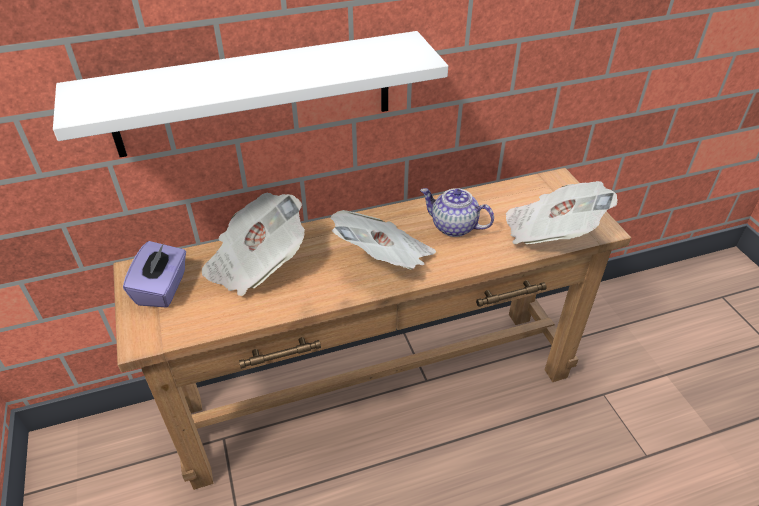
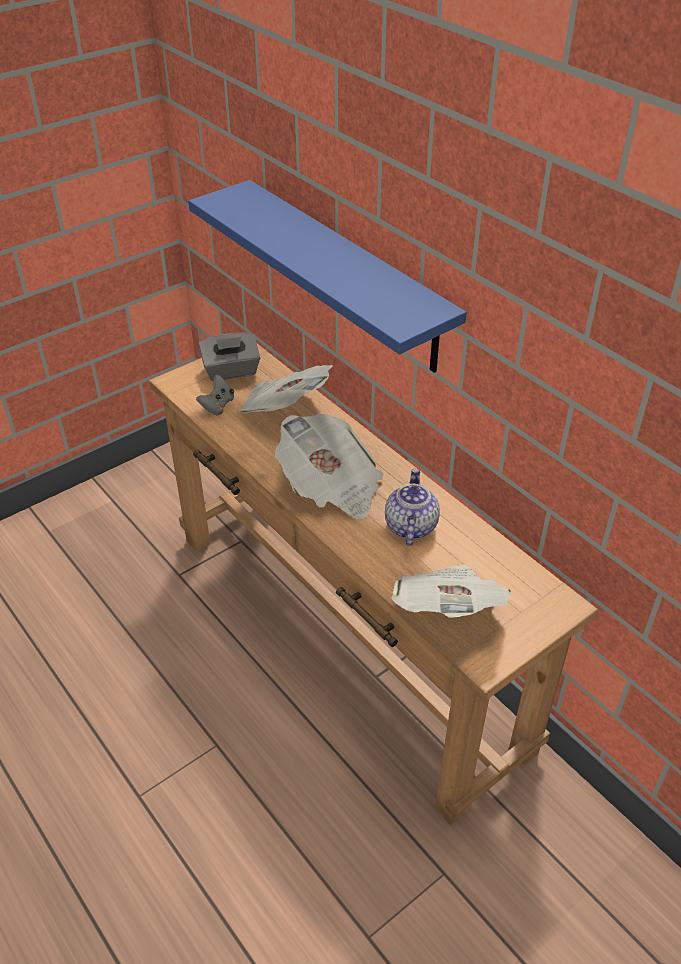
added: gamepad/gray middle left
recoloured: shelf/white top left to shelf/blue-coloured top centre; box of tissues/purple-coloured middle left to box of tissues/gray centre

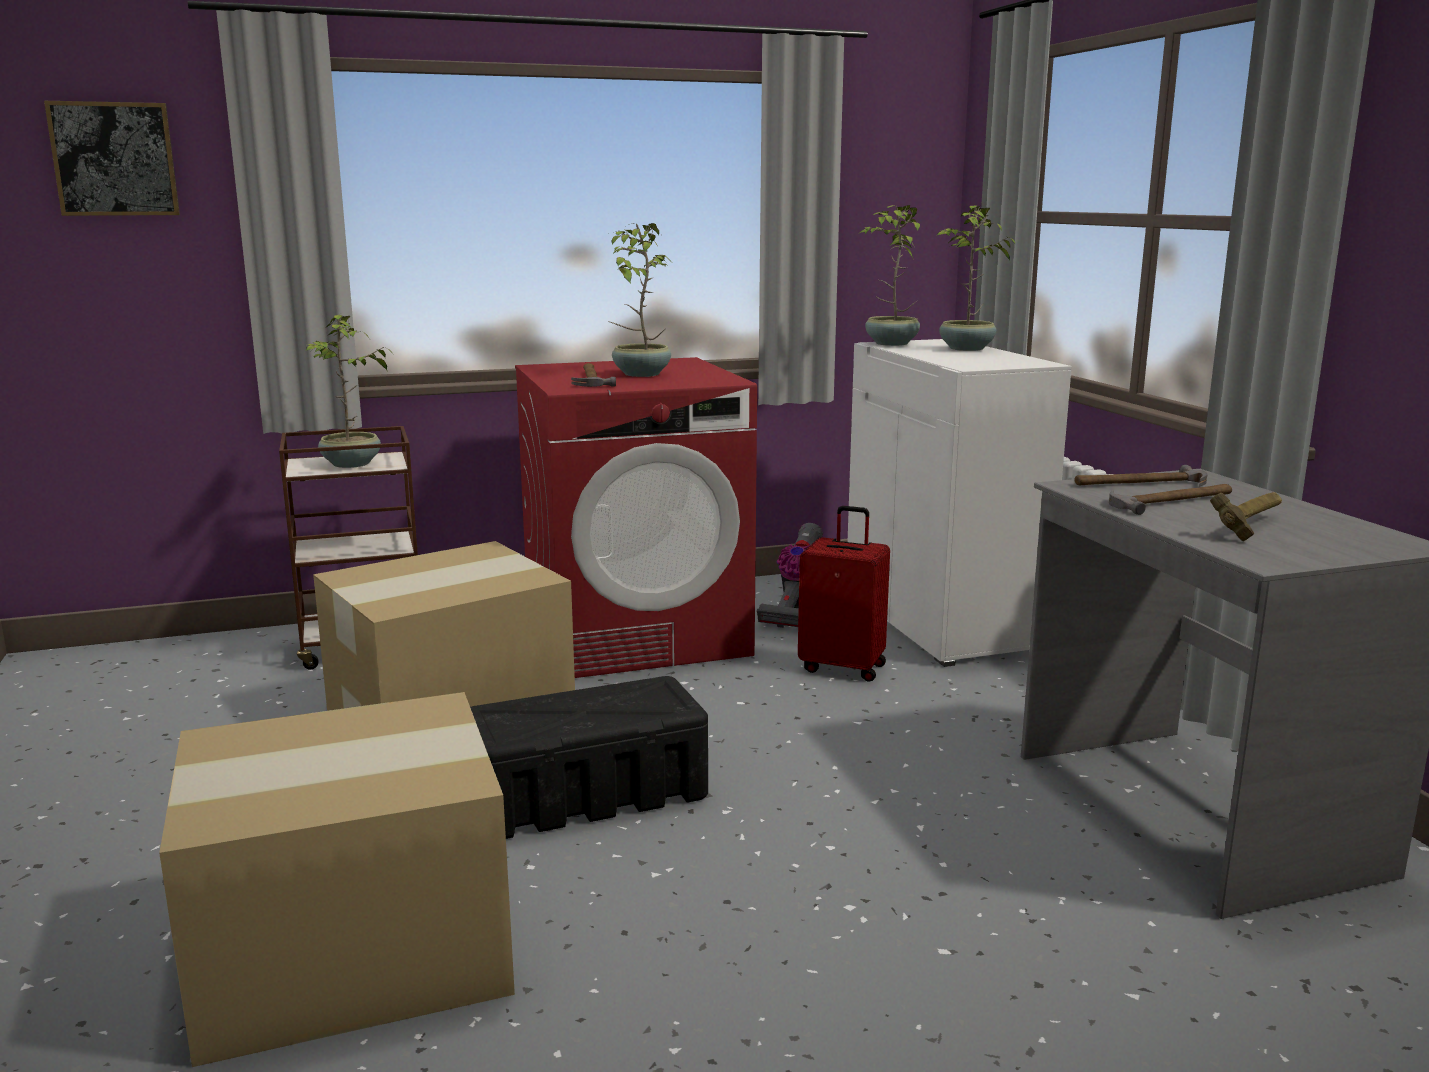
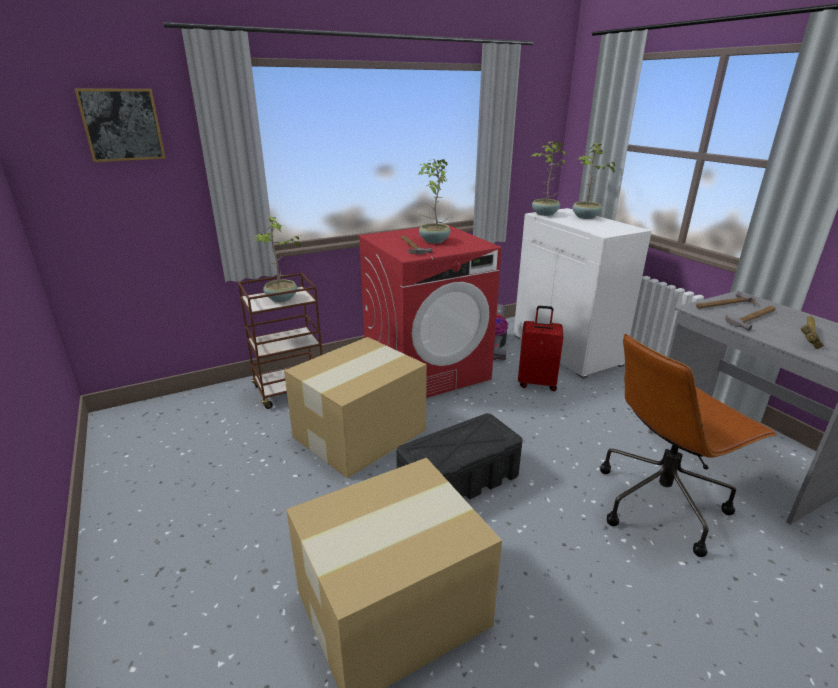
added: office chair/brown middle right

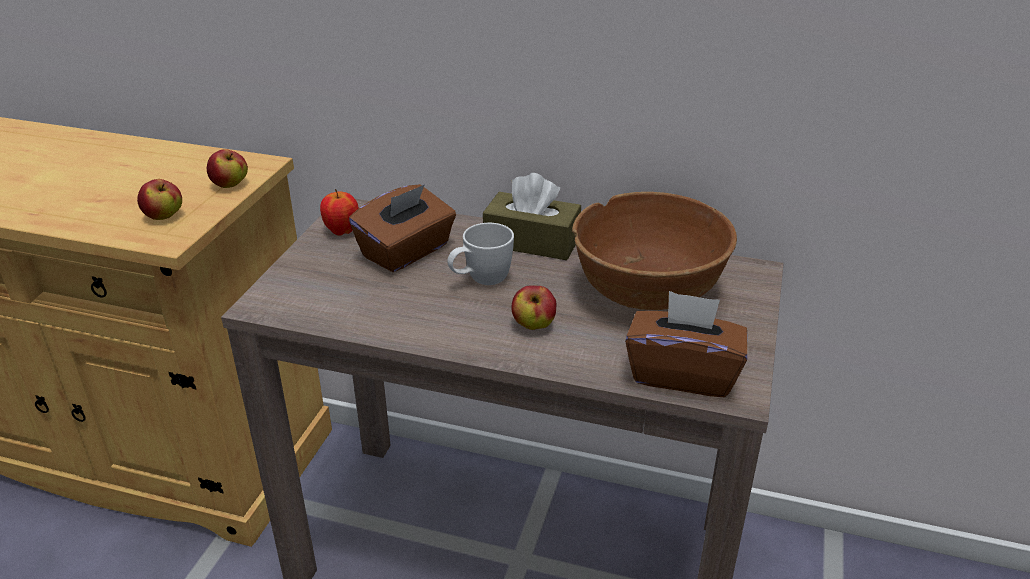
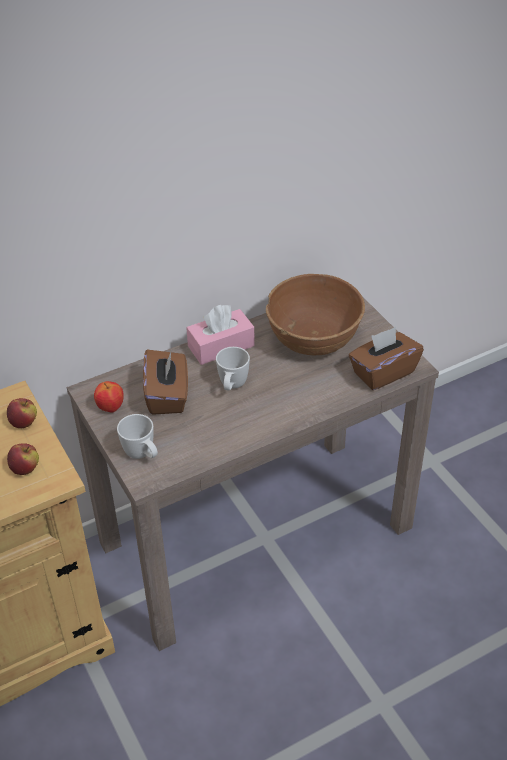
removed: whole apple (4th from left) centre
added: tea mug/white (1st from left) middle left
recoloured: box of tissues/brown (2nd from left) centre to box of tissues/pink centre

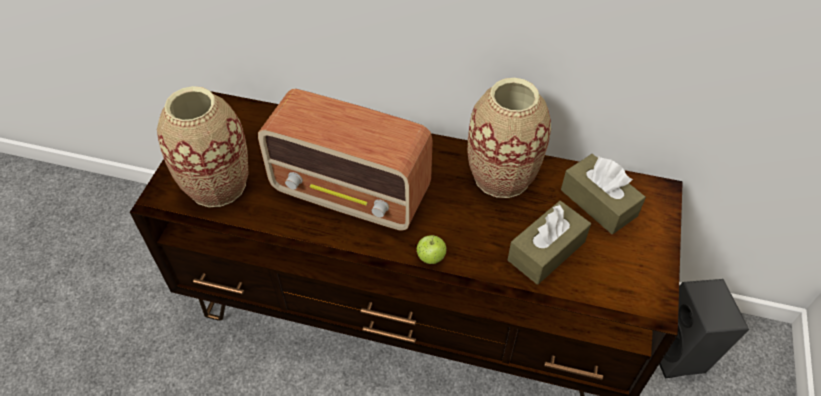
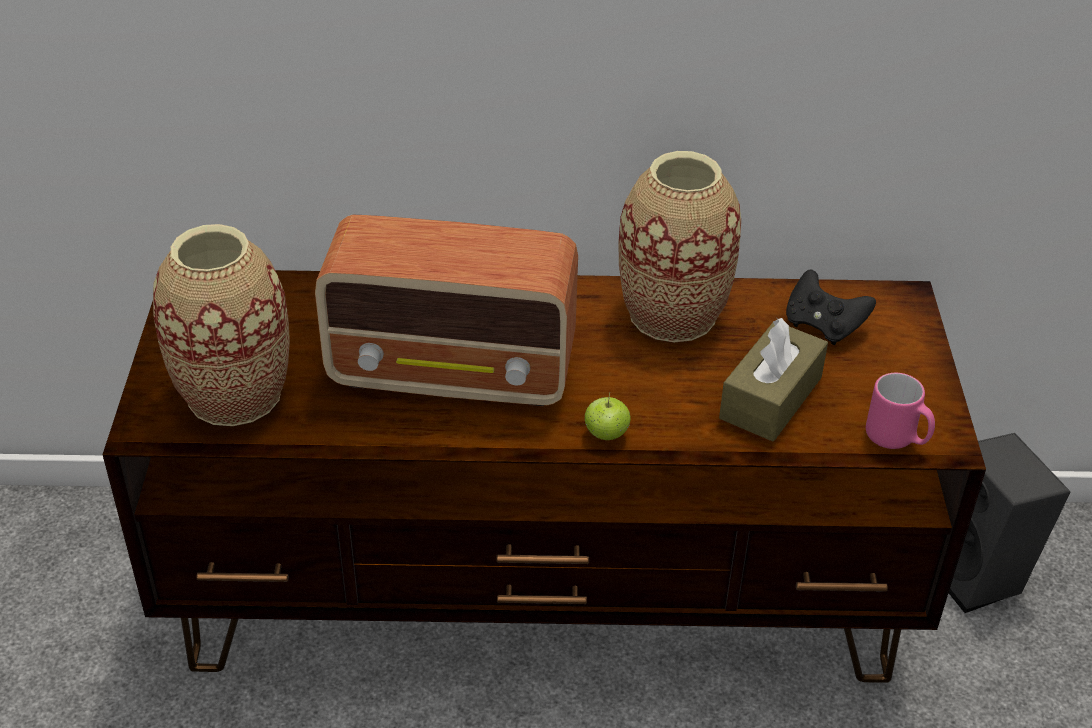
added: tea mug/pink middle right
replaced: box of tissues/brown (2nd from left) middle right to gamepad/black middle right

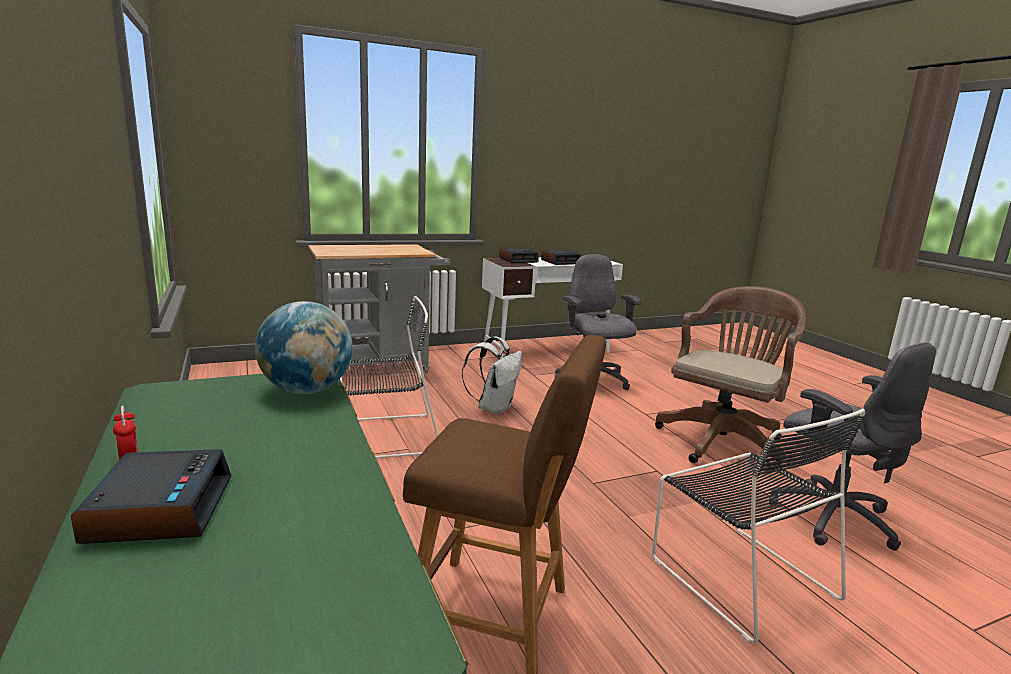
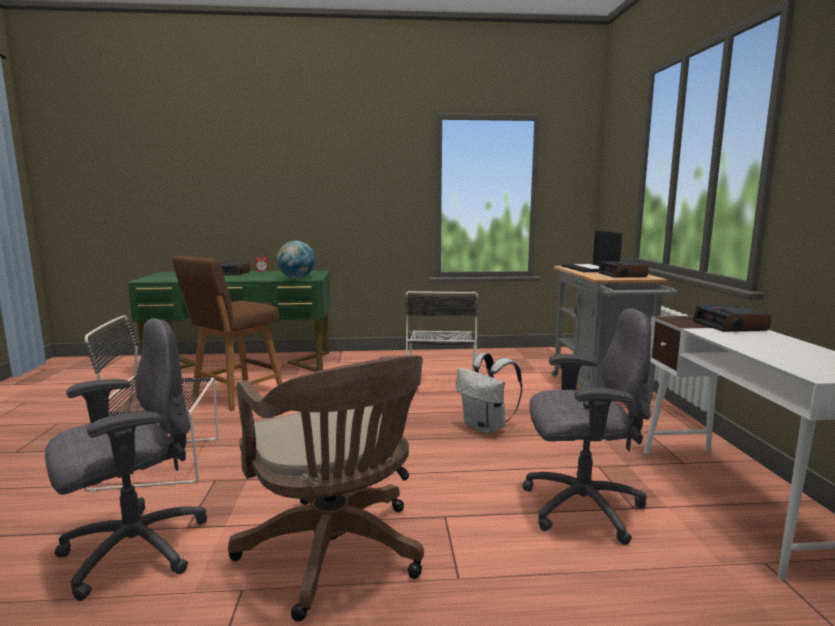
added: portable computer middle right
moved: alarm clock (4th from left in the first image) centre to alarm clock (3rd from left) middle right
turned: office chair/gray (2nd from left in the first image) middle right = bottom left 150 degrees clockwise

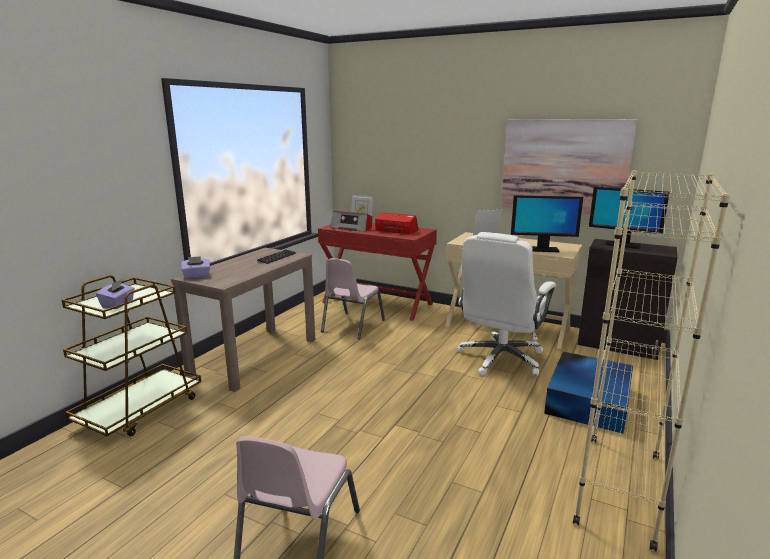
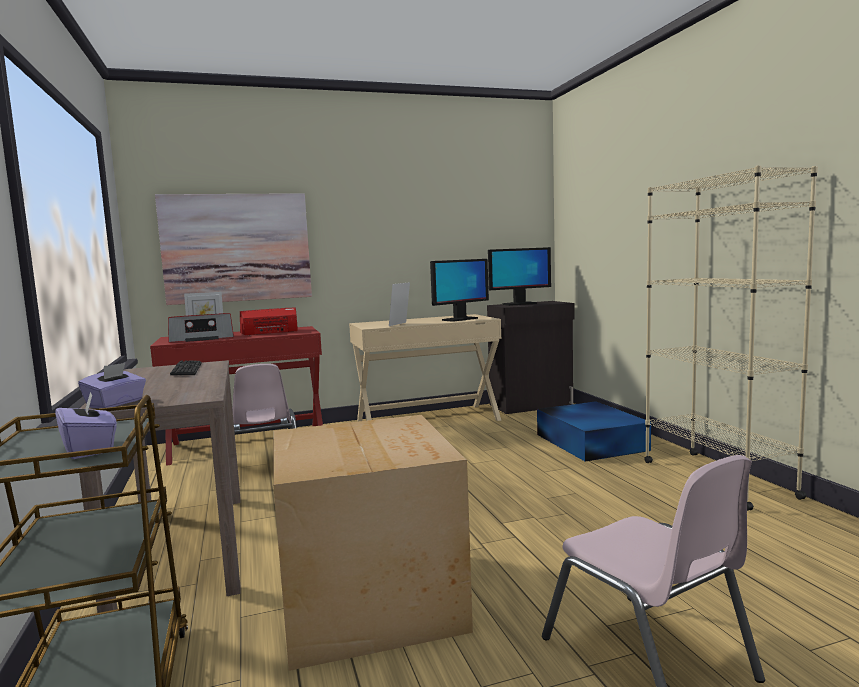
removed: office chair/white centre
added: packing box bottom centre
moved: picture top right to middle left

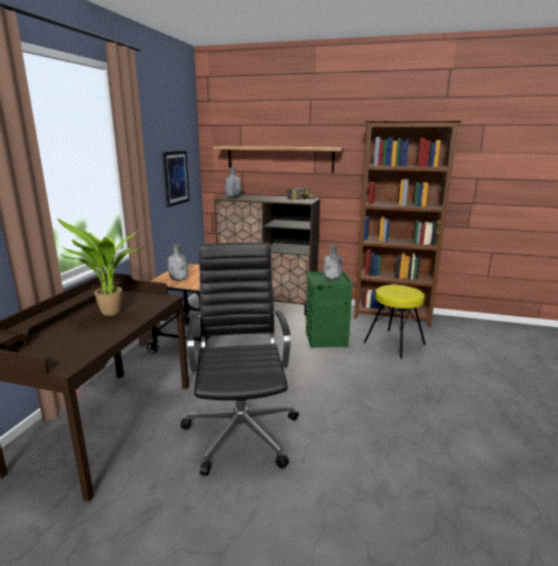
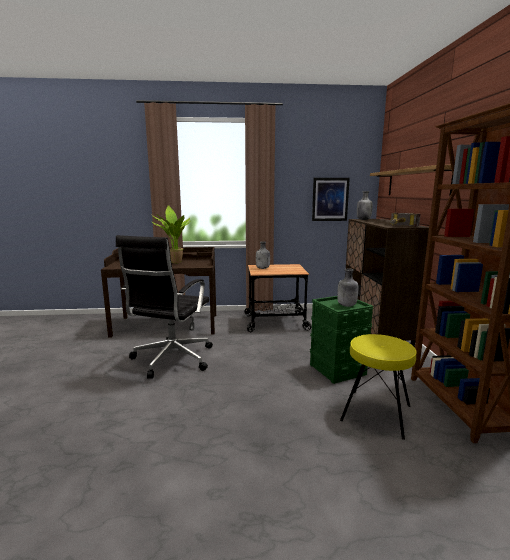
turned: office chair/black centre = middle left 135 degrees clockwise

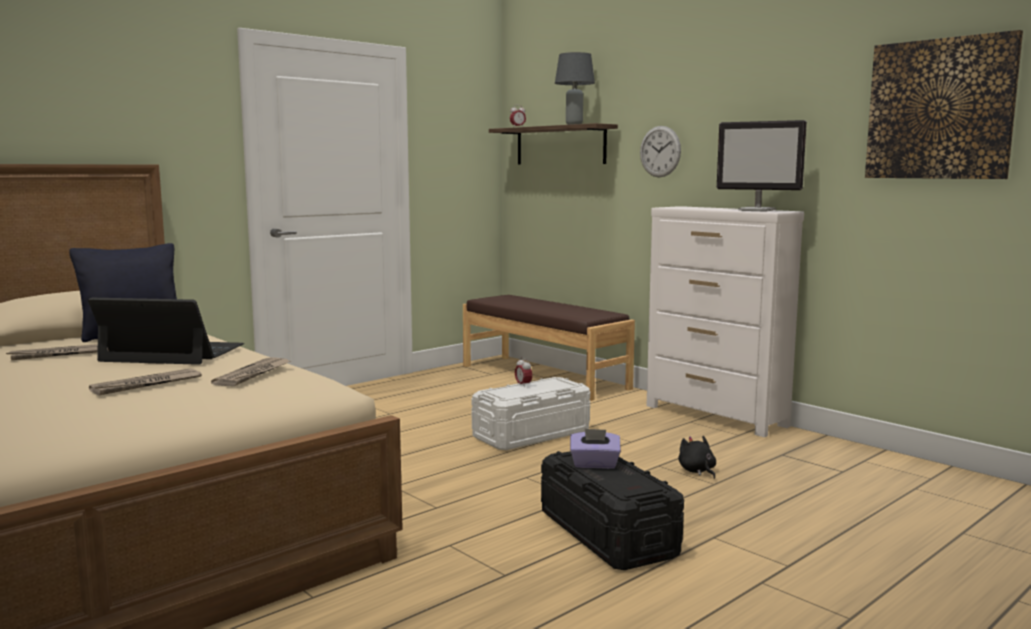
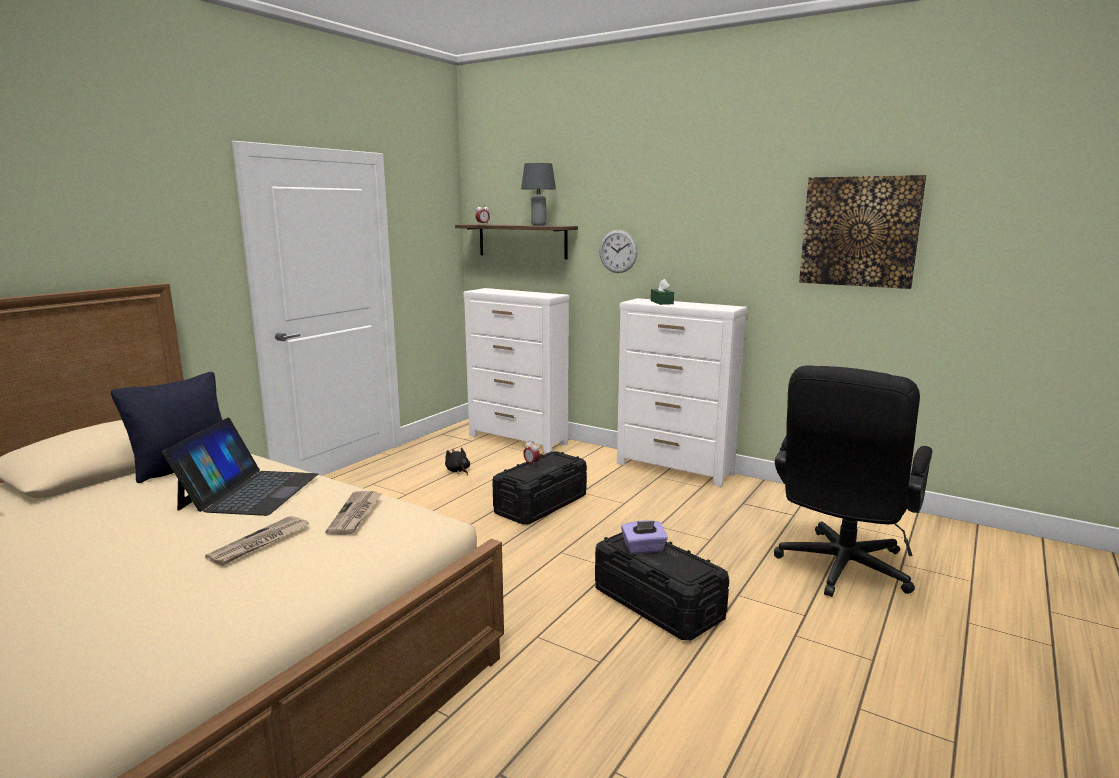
removed: printed paper (1st from left) middle left; computer display top right
added: box of tissues/greenish centre; office chair/black middle right
moved: soft toy/black bottom right to centre
replaced: bench/brown centre to chest of drawers/white (1st from left) centre
recoloured: storage bin/white centre to storage bin/black (1st from left) centre
turned: portable computer middle left = middle left 105 degrees clockwise

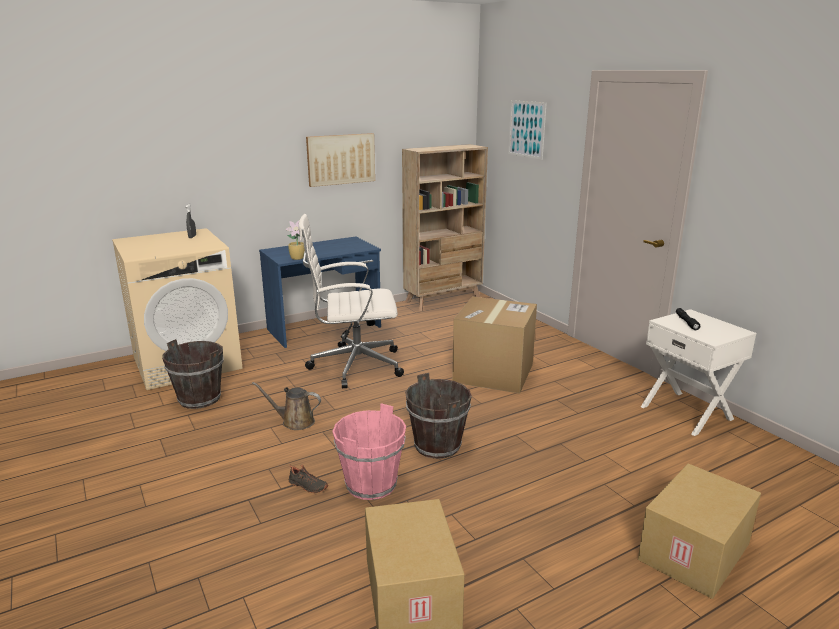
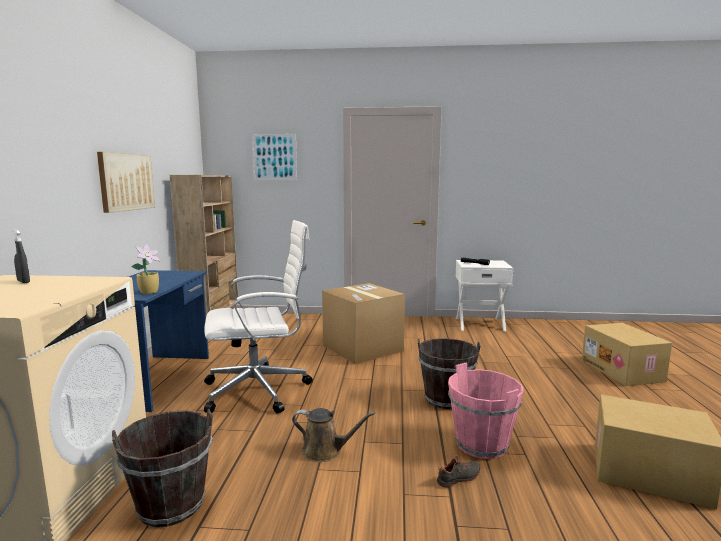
turned: watering pot/brown centre = bottom centre 120 degrees counterclockwise; office chair/white centre = centre 135 degrees counterclockwise

